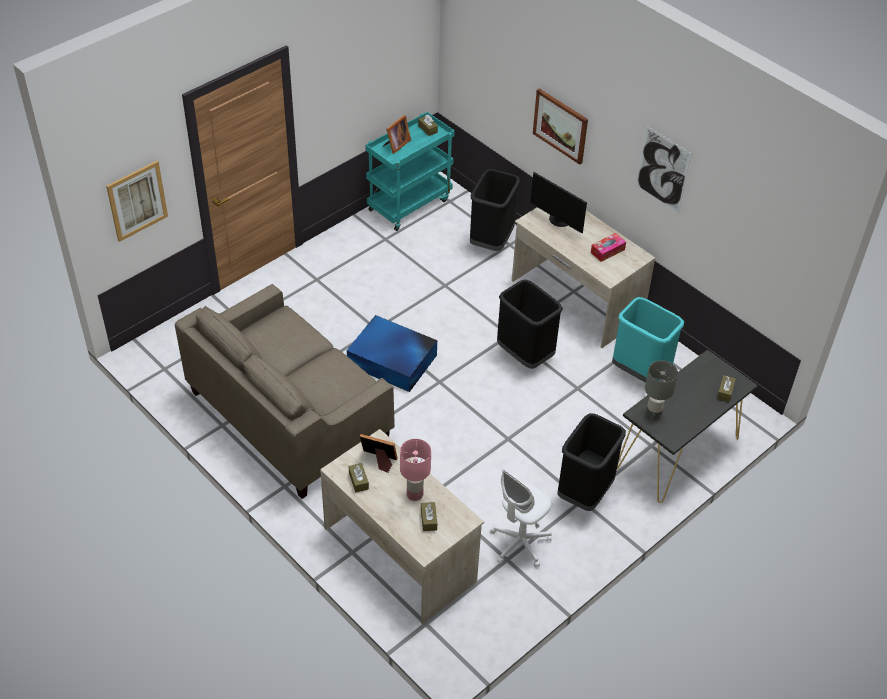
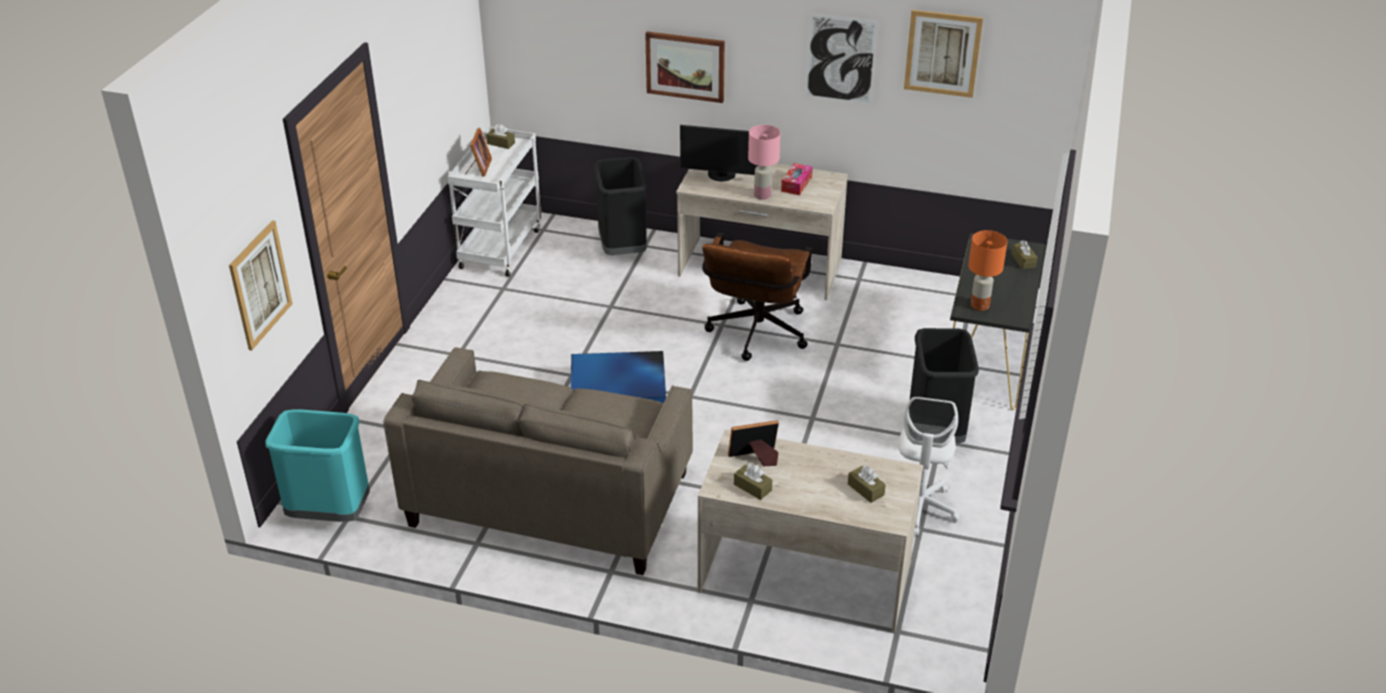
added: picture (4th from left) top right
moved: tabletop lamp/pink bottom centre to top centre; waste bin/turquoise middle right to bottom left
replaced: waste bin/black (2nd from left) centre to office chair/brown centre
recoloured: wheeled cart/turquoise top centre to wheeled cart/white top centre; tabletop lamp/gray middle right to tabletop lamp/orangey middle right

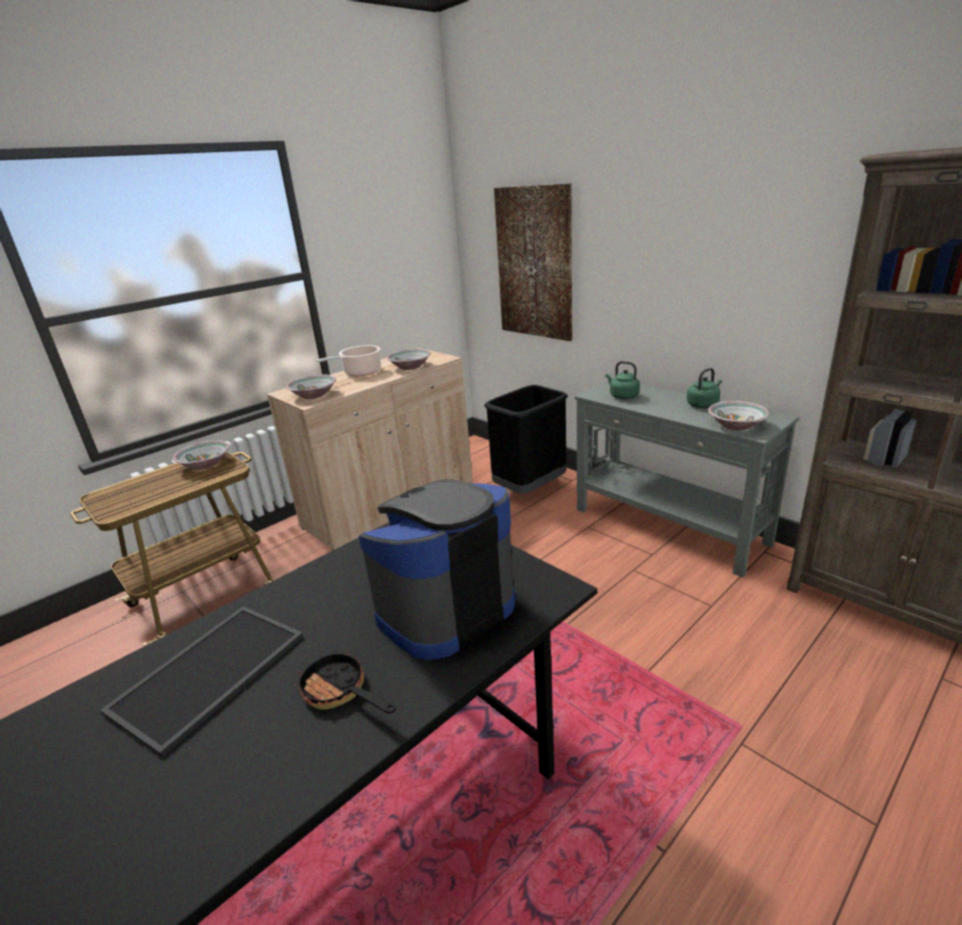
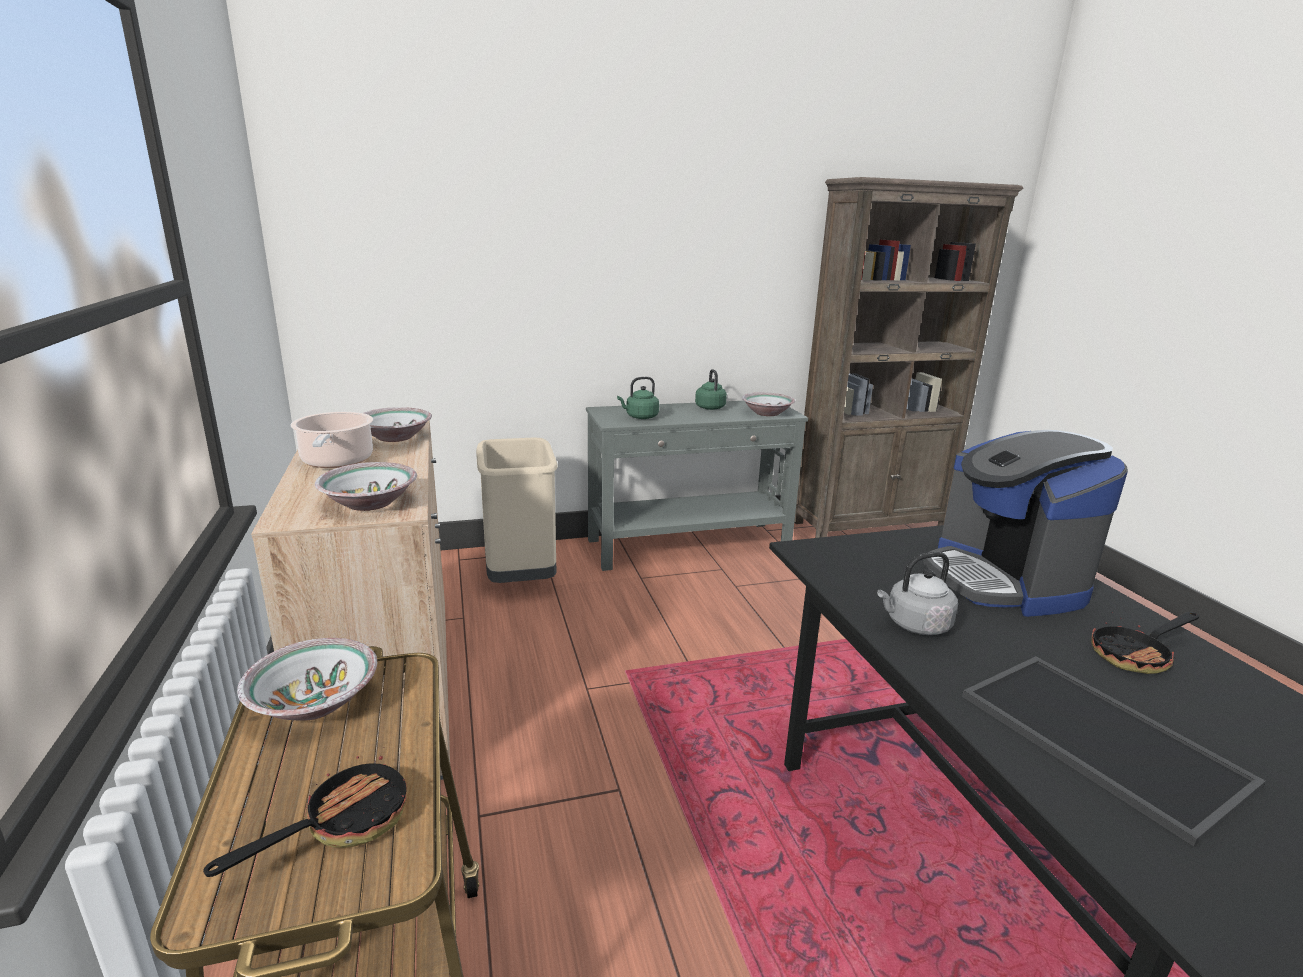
removed: picture top centre
added: pan (1st from left) bottom left; kettle/gray middle right
recoloured: waste bin/black centre to waste bin/beige-coloured centre

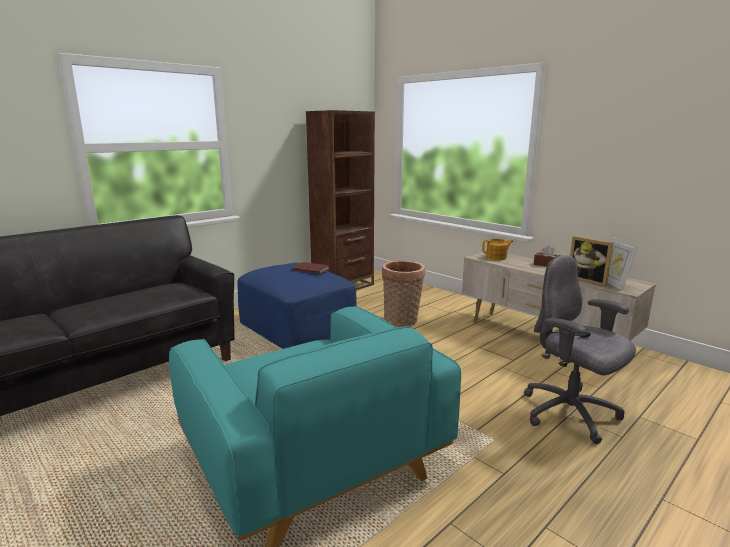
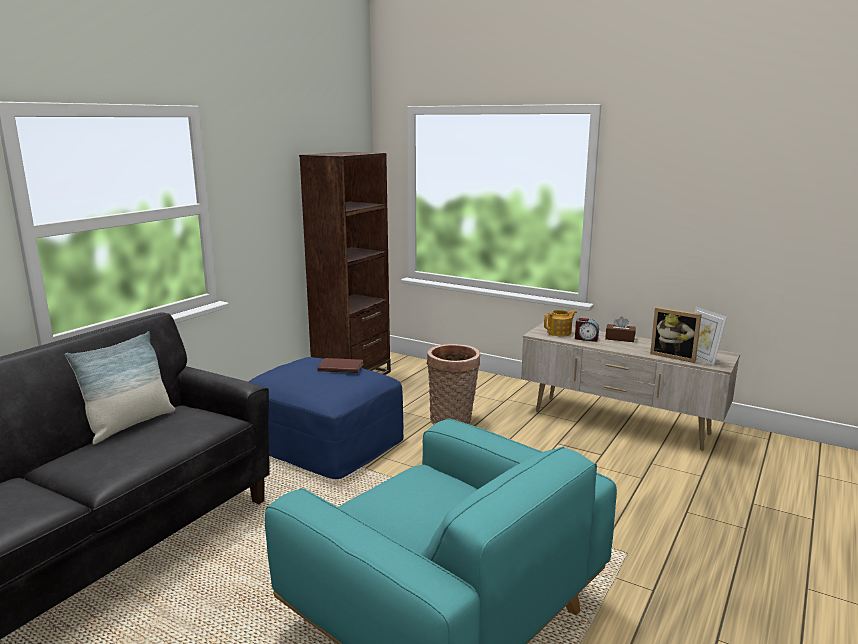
removed: office chair/gray middle right
added: cushion middle left; alarm clock middle right

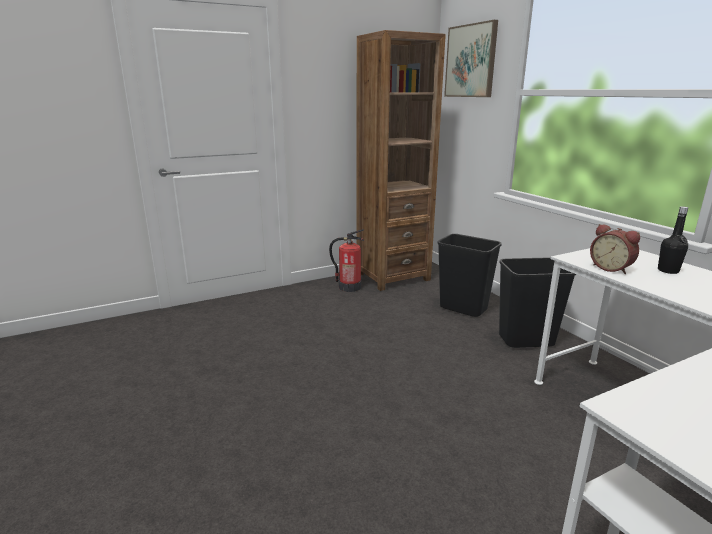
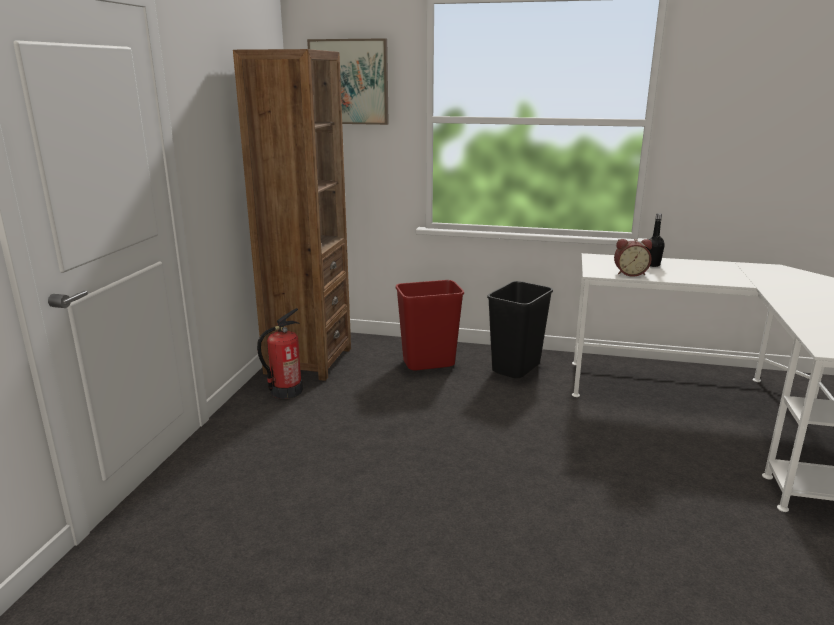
recoloured: waste bin/black (1st from left) centre to waste bin/red-coloured centre

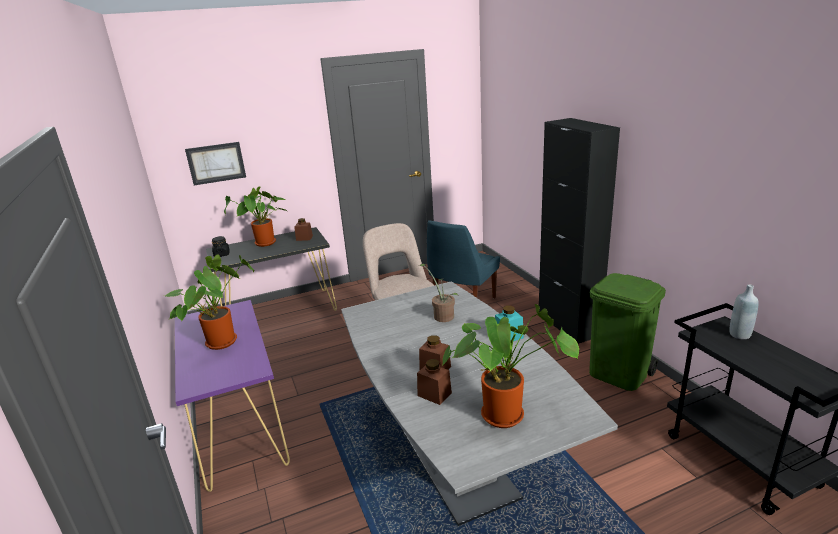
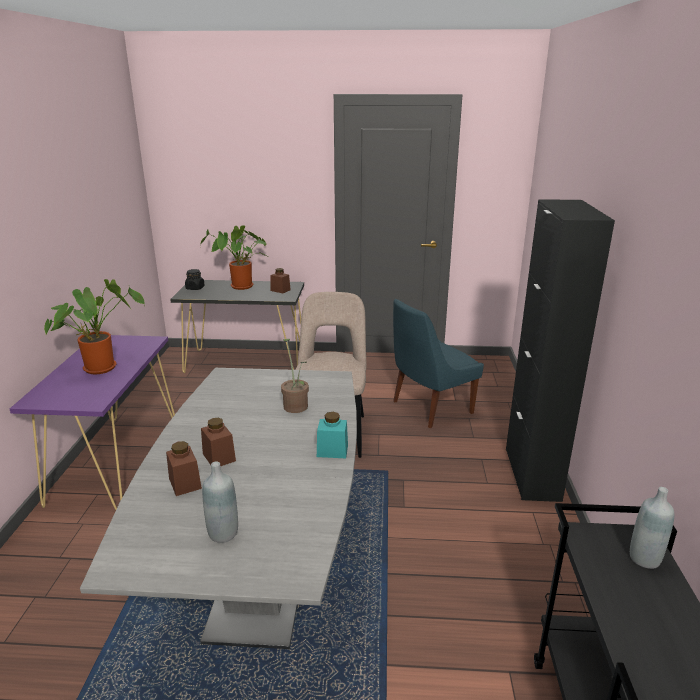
removed: picture top left; waste bin/greenish middle right
replaced: houseplant (4th from left) bottom centre to bottle/gray (1st from left) bottom left

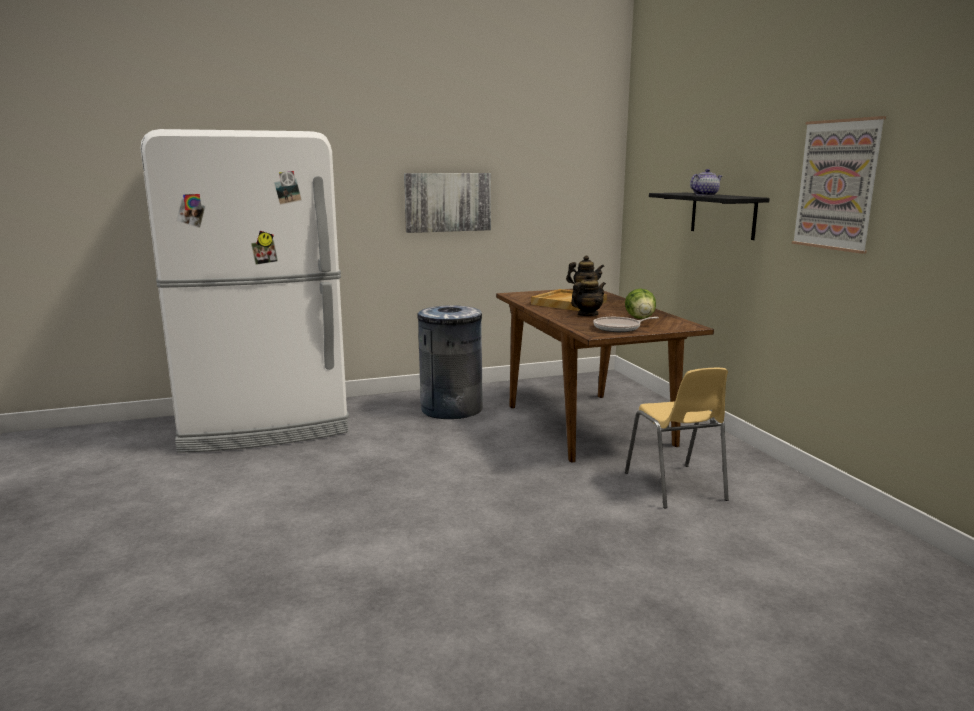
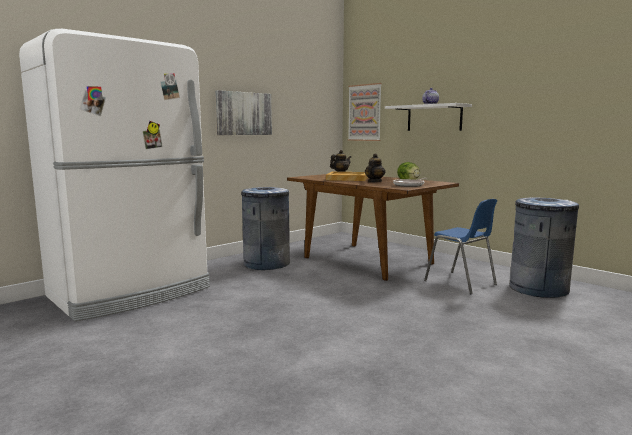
added: waste bin/gray (2nd from left) middle right
moved: picture (2nd from left) top right to top centre
recoloured: plain chair/yellowish middle right to plain chair/blue-coloured middle right; shelf/black top right to shelf/white top right

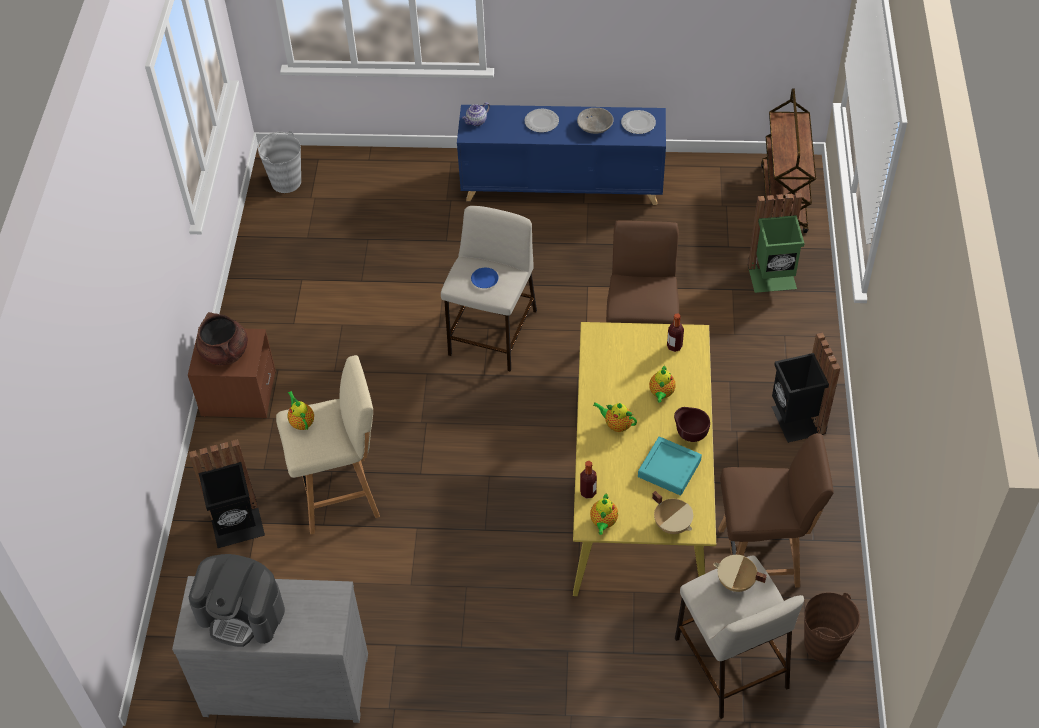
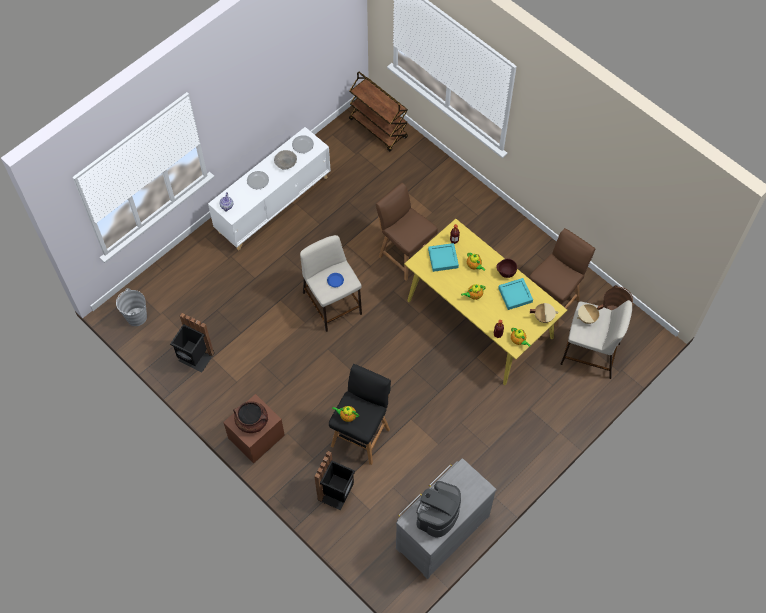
removed: waste bin/greenish middle right
added: serving tray/turquoise (1st from left) centre
moved: waste bin/black (2nd from left in the first image) middle right to waste bin/black (1st from left) middle left
recoloured: sitting stool/beige-coloured (1st from left) middle left to sitting stool/black bottom centre; storage cabinet/blue-coloured top centre to storage cabinet/white top centre
turned: coffee machine bottom left = bottom centre 150 degrees clockwise

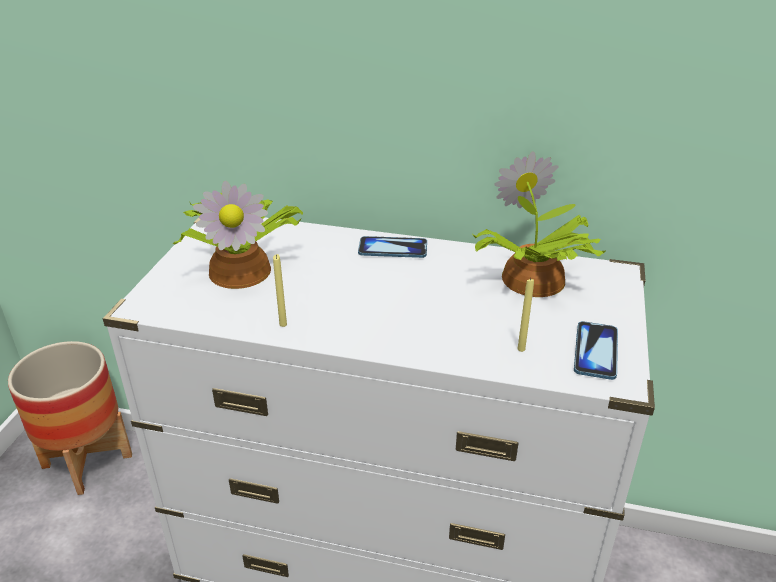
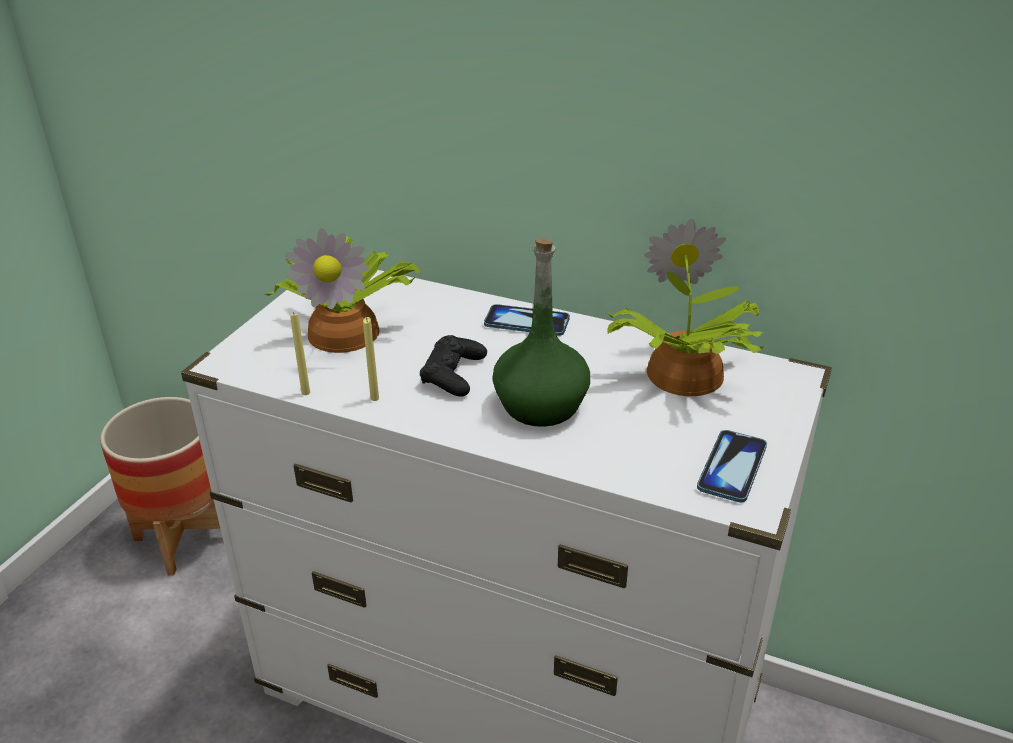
added: gamepad/black centre; bottle/greenish centre
moved: wax light/yellowish (2nd from left in the first image) middle right to wax light/yellowish (1st from left) middle left

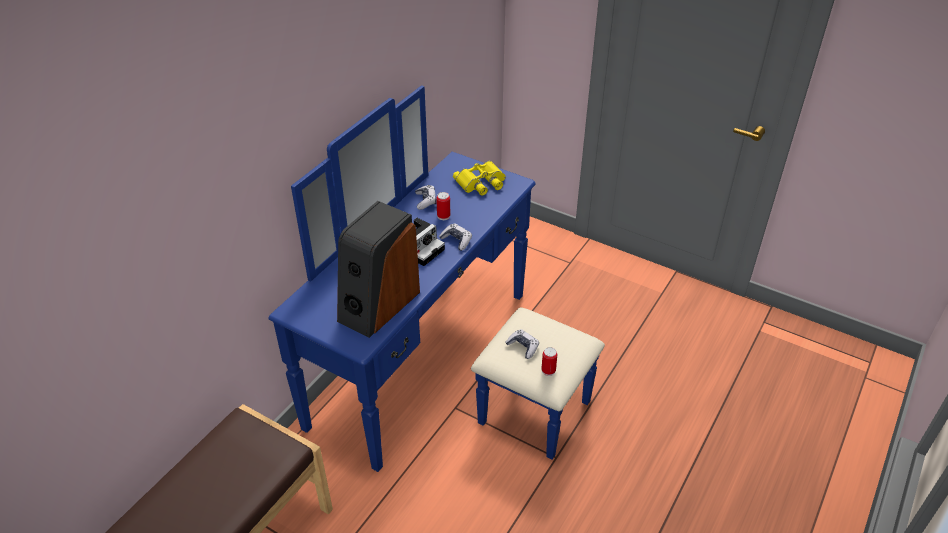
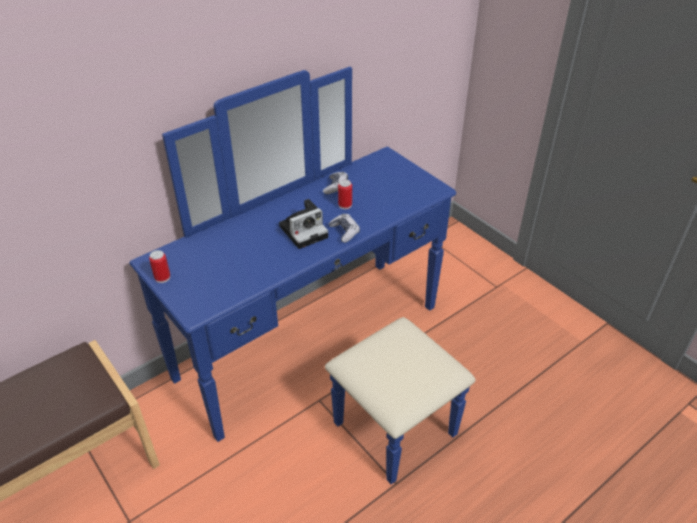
removed: loudspeaker centre; pair of binoculars/yellowish centre; gamepad (3rd from left) centre
moved: metal can (2nd from left in the first image) bottom centre to metal can (1st from left) middle left

